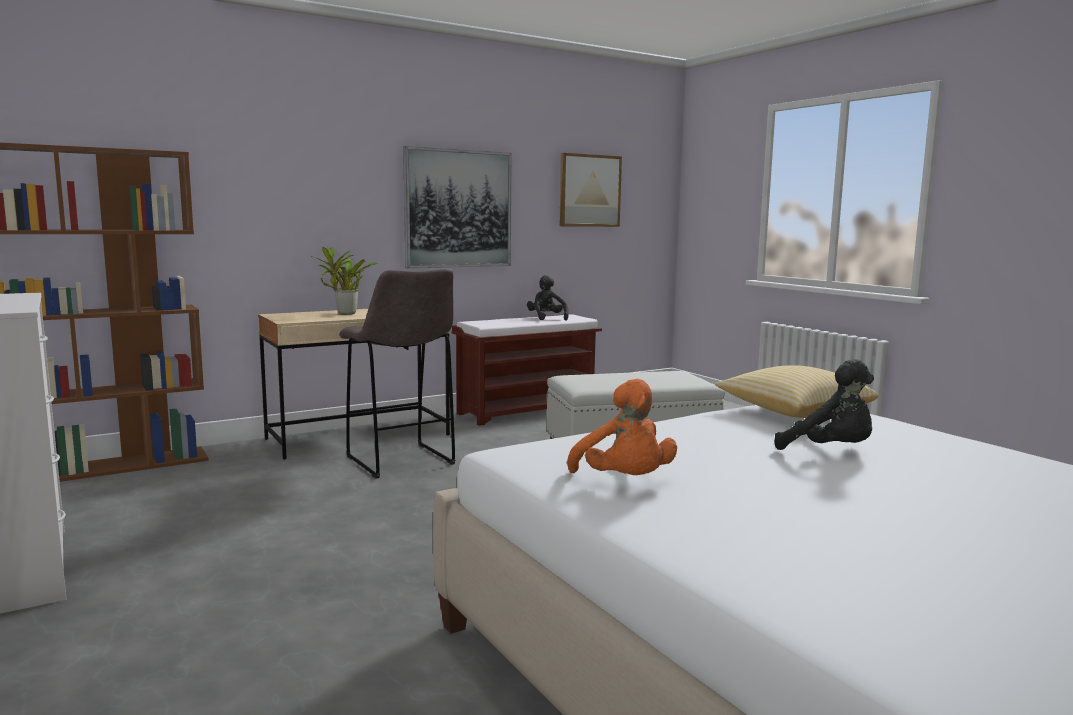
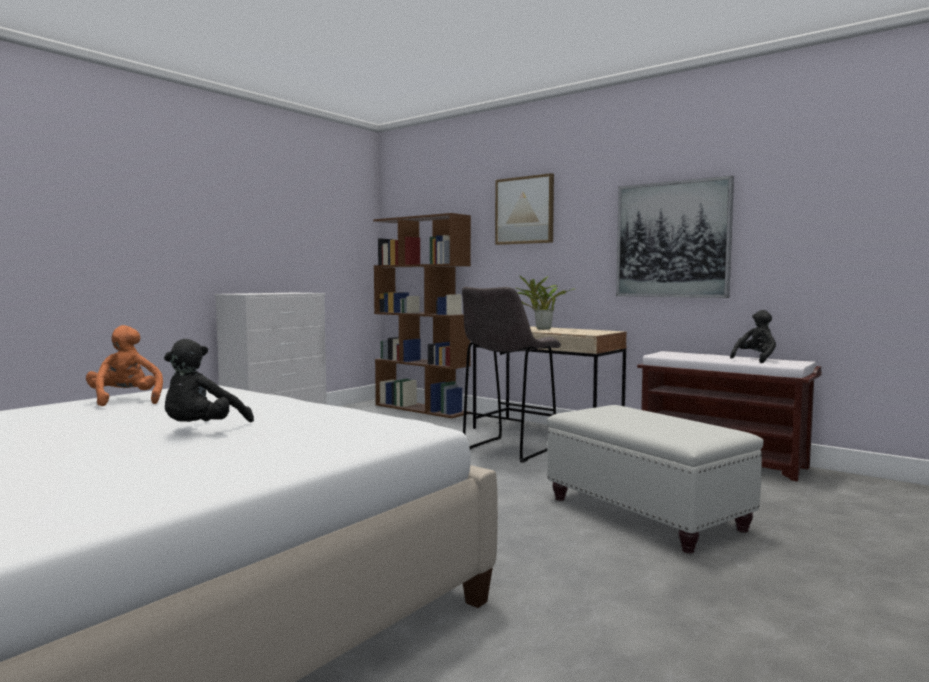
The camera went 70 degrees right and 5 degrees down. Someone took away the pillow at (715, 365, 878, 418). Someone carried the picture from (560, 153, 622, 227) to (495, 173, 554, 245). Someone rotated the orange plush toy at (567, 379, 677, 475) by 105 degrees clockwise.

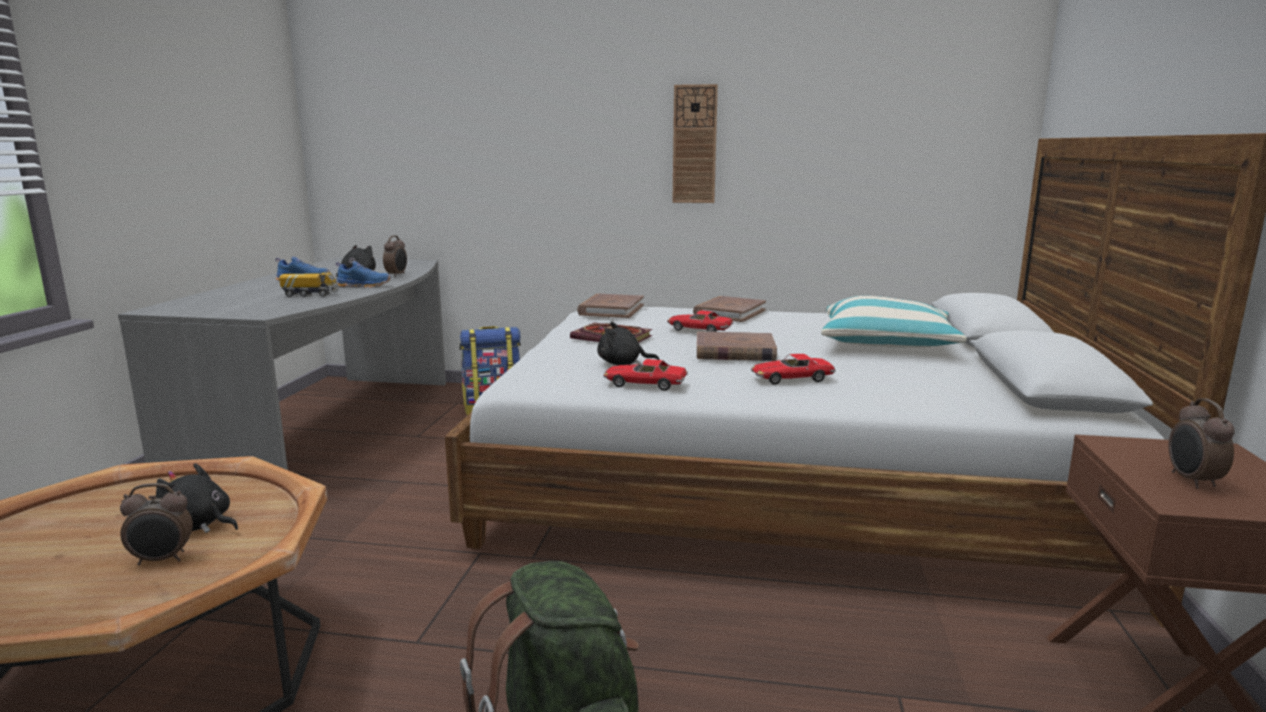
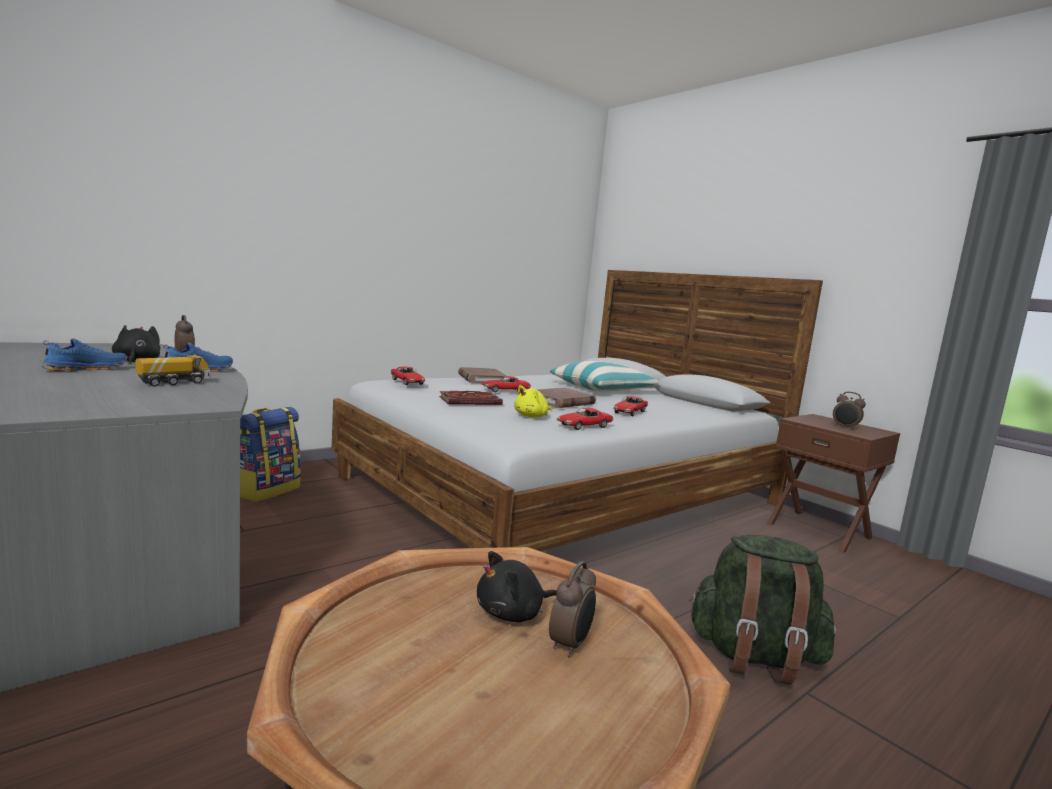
The camera went 50 degrees left and 5 degrees down. Someone took away the wall clock at (672, 84, 718, 203). Someone swapped the brown book at (577, 294, 644, 318) for the toy car at (390, 367, 425, 385). Someone repainted the black plush toy at (597, 322, 660, 365), which became the yellow plush toy at (514, 385, 552, 418).

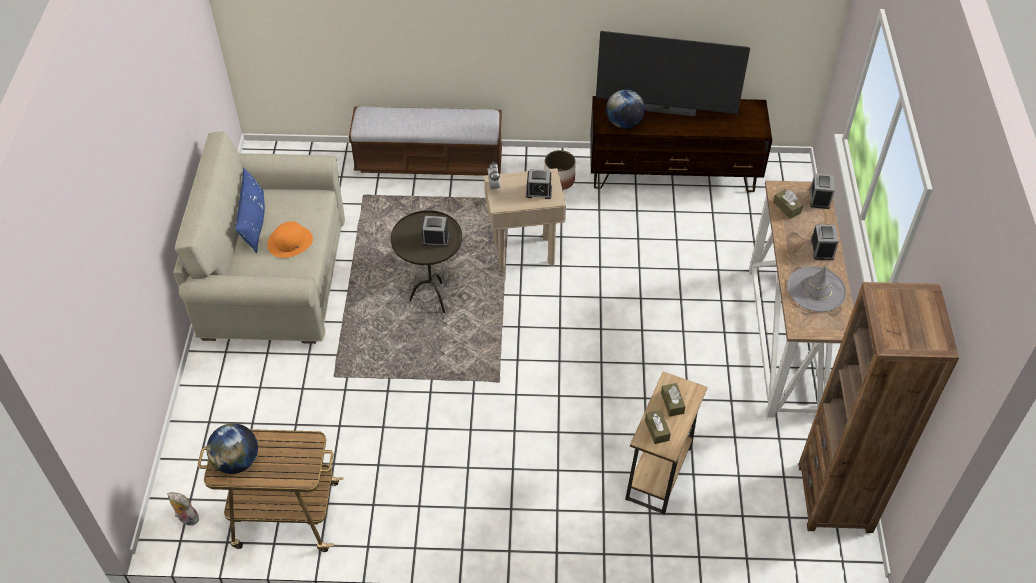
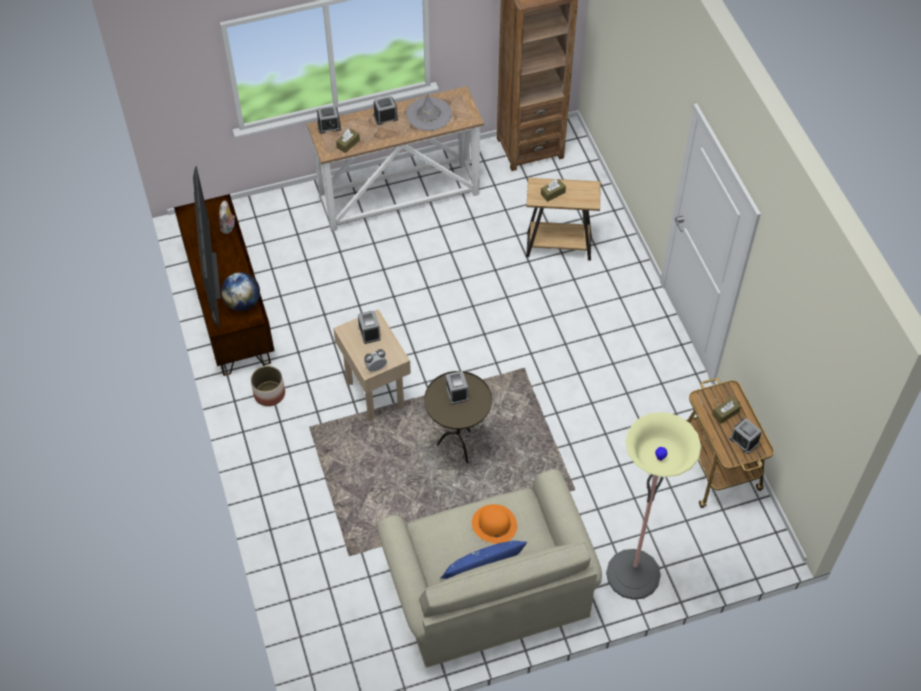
The camera went 110 degrees left and 5 degrees up. Someone took away the bench at (349, 106, 502, 176). Someone put down the floor lamp at (606, 412, 701, 600). Someone carried the plush toy from (167, 492, 199, 526) to (219, 201, 235, 234). Someone carried the brown tissue box from (645, 410, 671, 444) to (712, 397, 741, 424). Someone swapped the globe at (207, 423, 258, 474) for the alarm clock at (729, 418, 762, 454).

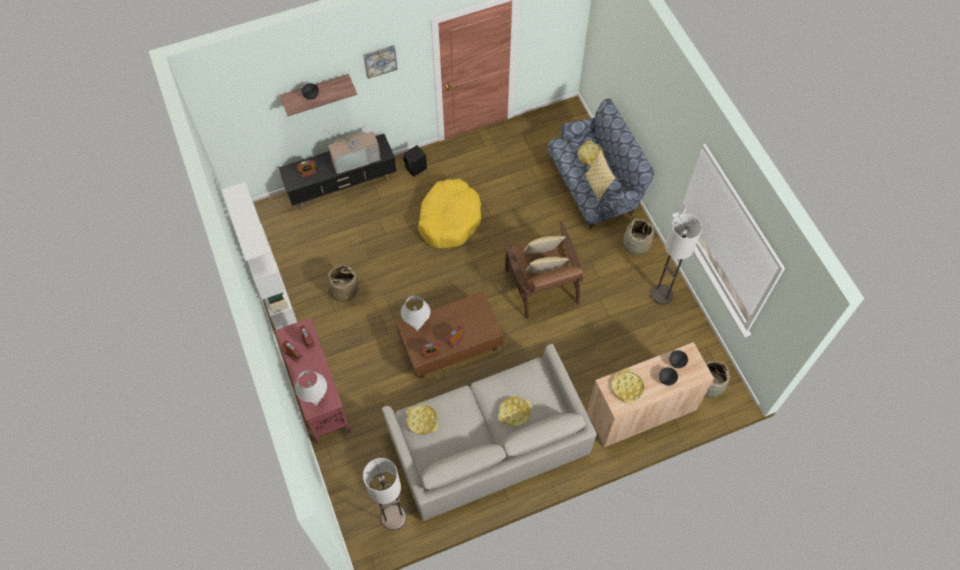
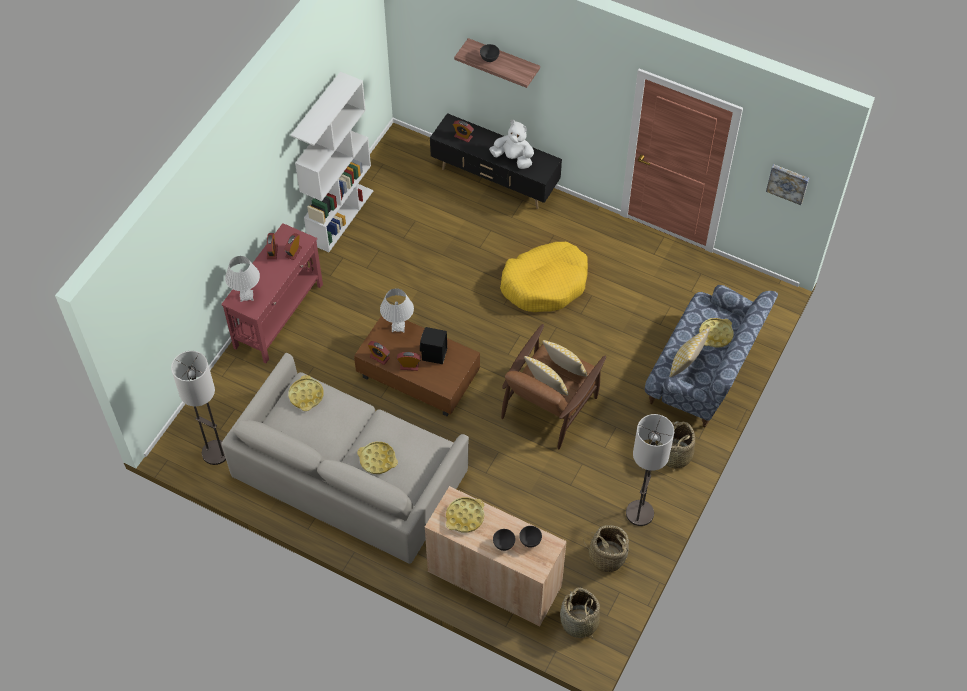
The camera went 50 degrees right and 5 degrees down. Someone carried the basket from (321, 264, 360, 302) to (583, 525, 629, 572). Someone carried the picture from (363, 45, 398, 79) to (766, 164, 809, 205). Someone carried the black speaker from (403, 145, 427, 177) to (420, 327, 447, 364). Someone swapped the television at (328, 125, 381, 174) for the white plush toy at (489, 120, 534, 169).

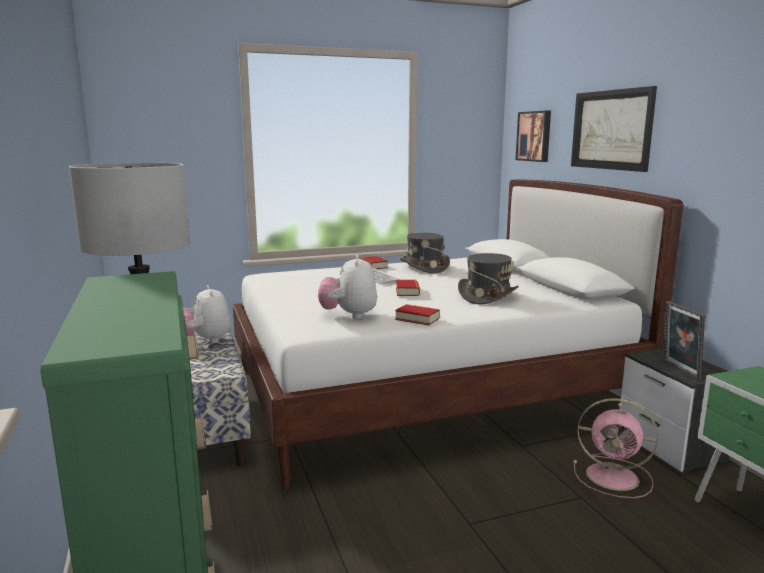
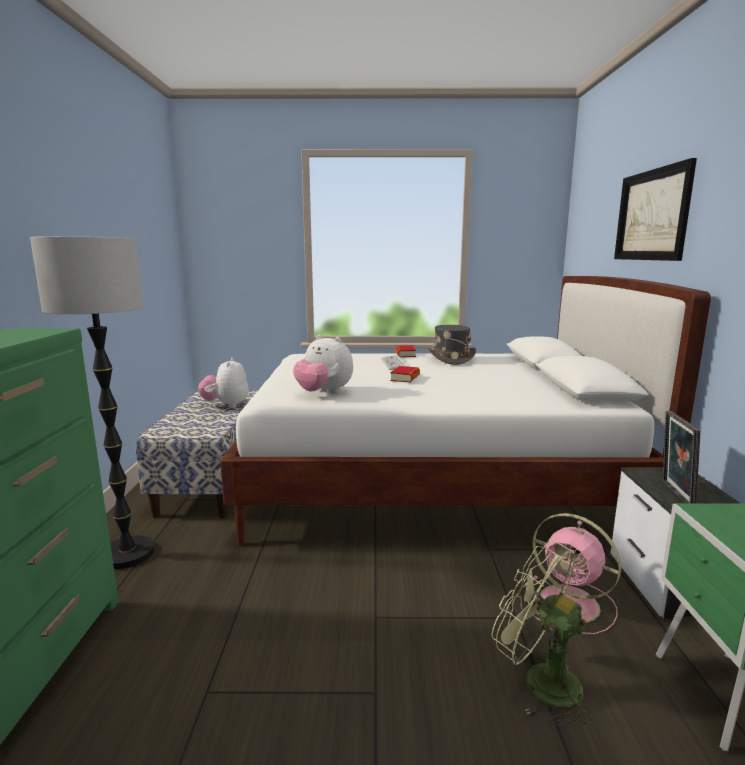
The camera went 20 degrees right and 0 degrees up. Someone took away the book at (395, 304, 440, 325). Someone took away the grey hat at (458, 253, 519, 305). Someone took away the picture at (516, 111, 551, 162). Someone put down the green fan at (492, 540, 594, 727). Someone rotated the plush toy at (318, 255, 377, 319) by 75 degrees counterclockwise.

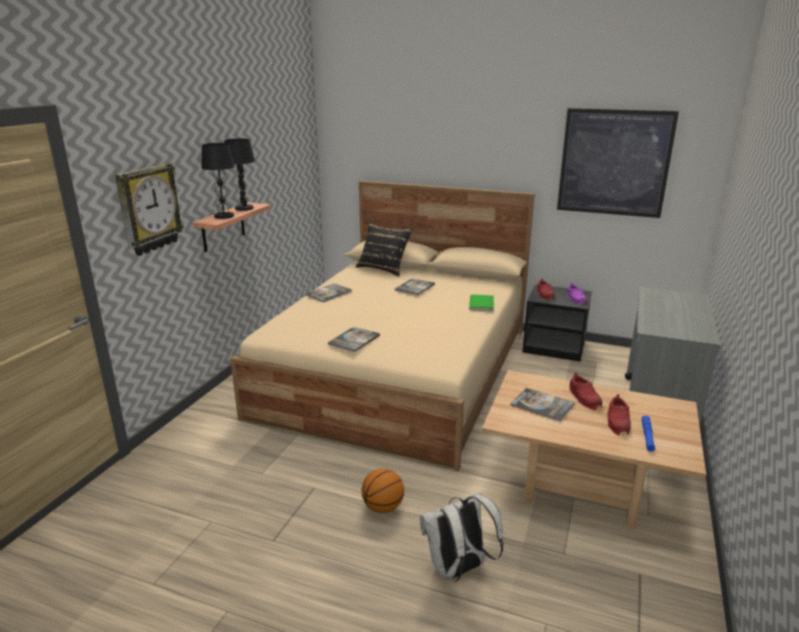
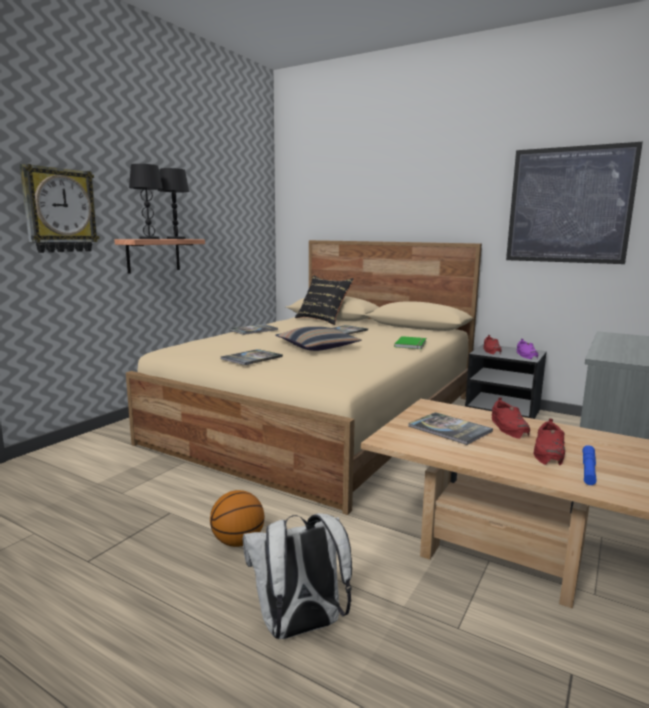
The camera went 10 degrees right and 10 degrees down. Someone put down the pillow at (275, 326, 362, 351).

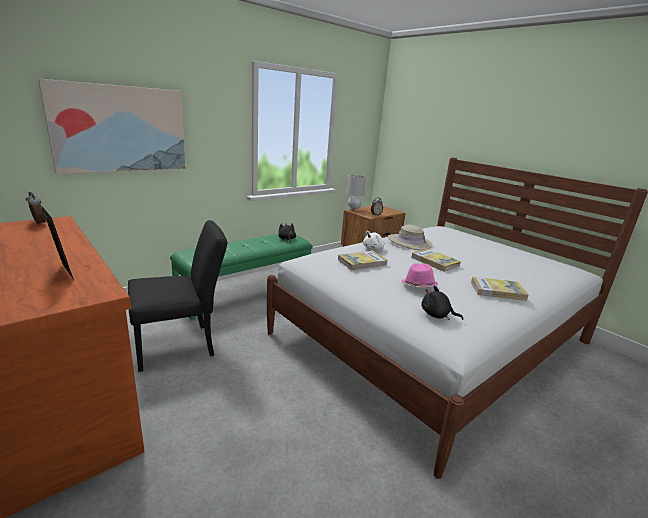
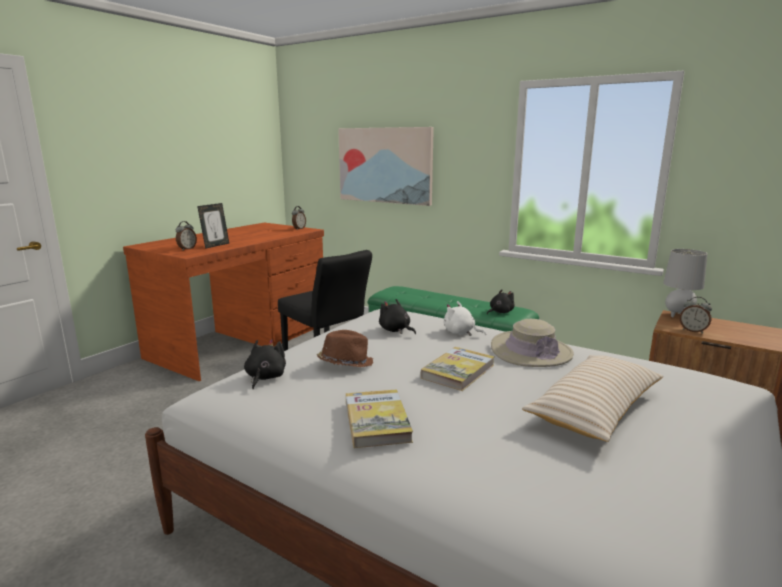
The camera went 75 degrees right and 5 degrees down. Someone put down the alarm clock at (176, 221, 197, 250). Someone put down the beige pillow at (522, 355, 663, 442). Someone swapped the book at (338, 251, 388, 271) for the black plush toy at (379, 299, 416, 334). Someone repainted the pink hat at (402, 264, 438, 288), which became the brown hat at (317, 330, 373, 367).

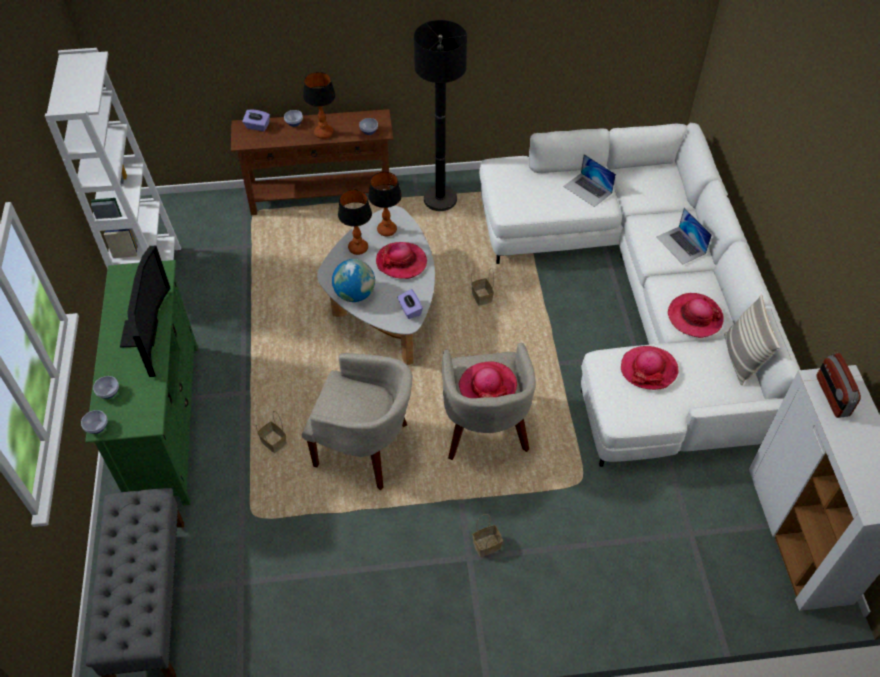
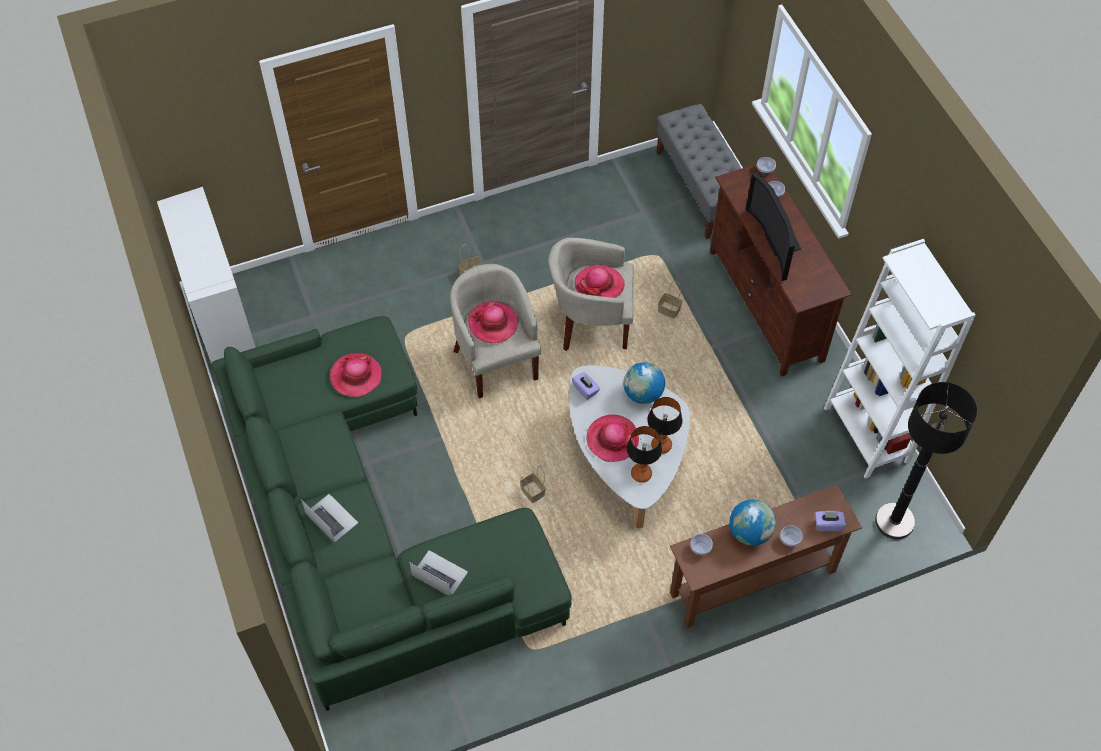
The camera went 165 degrees right and 5 degrees up. Someone took away the pillow at (724, 295, 780, 385). Someone took away the radio at (816, 353, 861, 418). Someone carried the black floor lamp from (414, 20, 467, 211) to (875, 382, 977, 539). Someone carried the hat from (668, 293, 724, 338) to (575, 265, 625, 298). Someone swapped the table lamp at (303, 72, 336, 139) for the globe at (730, 499, 776, 546). Someone repainted the green tv stand at (85, 260, 198, 506), which became the brown tv stand at (710, 164, 852, 377). Someone repainted the white sofa at (479, 123, 800, 467), which became the green sofa at (211, 316, 572, 711).

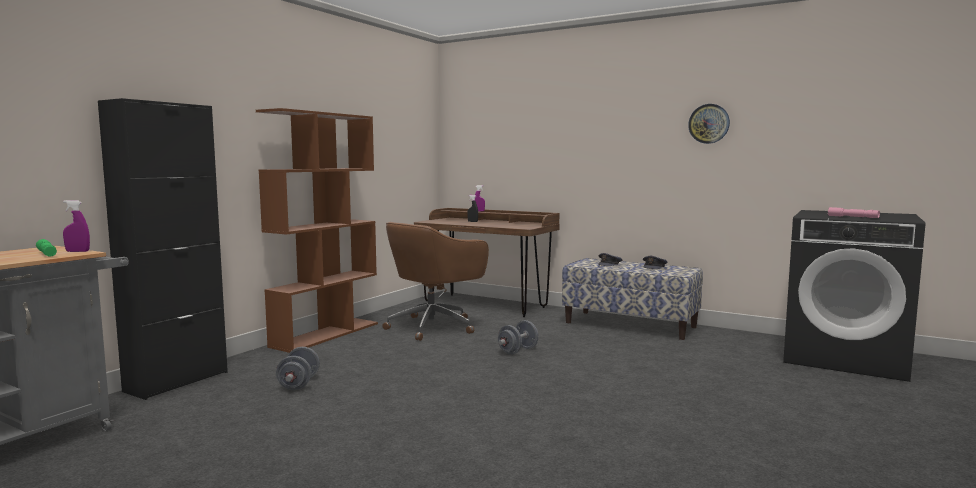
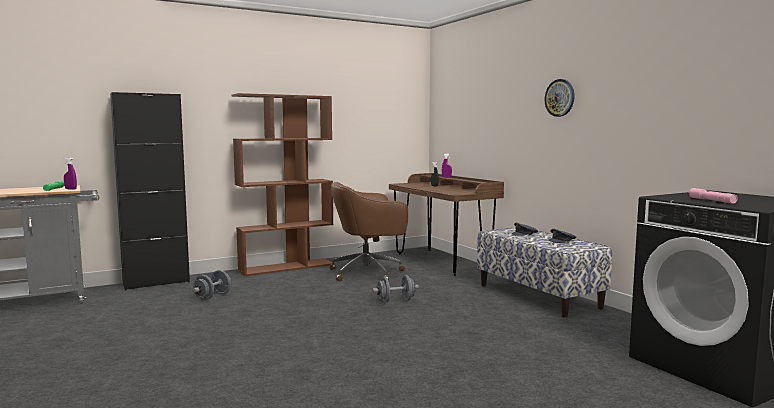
The camera went 30 degrees right and 0 degrees up. Someone carried the wall clock from (688, 104, 730, 144) to (545, 79, 575, 117).

